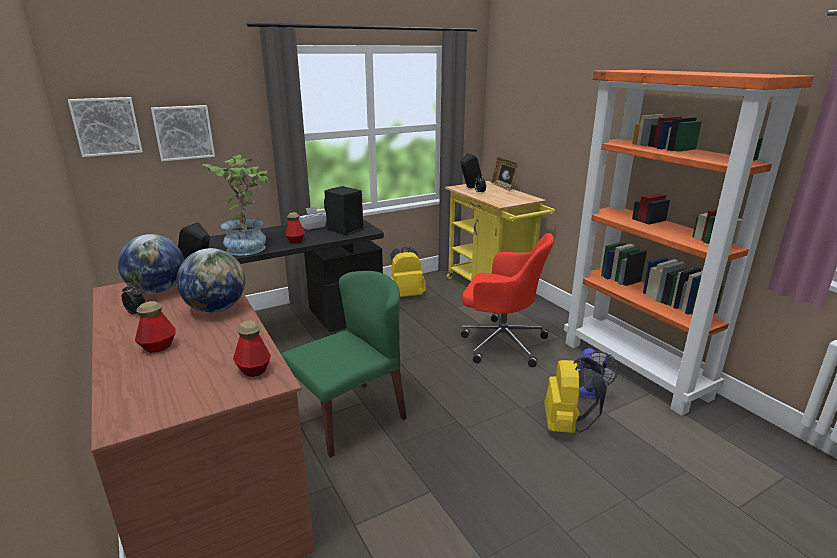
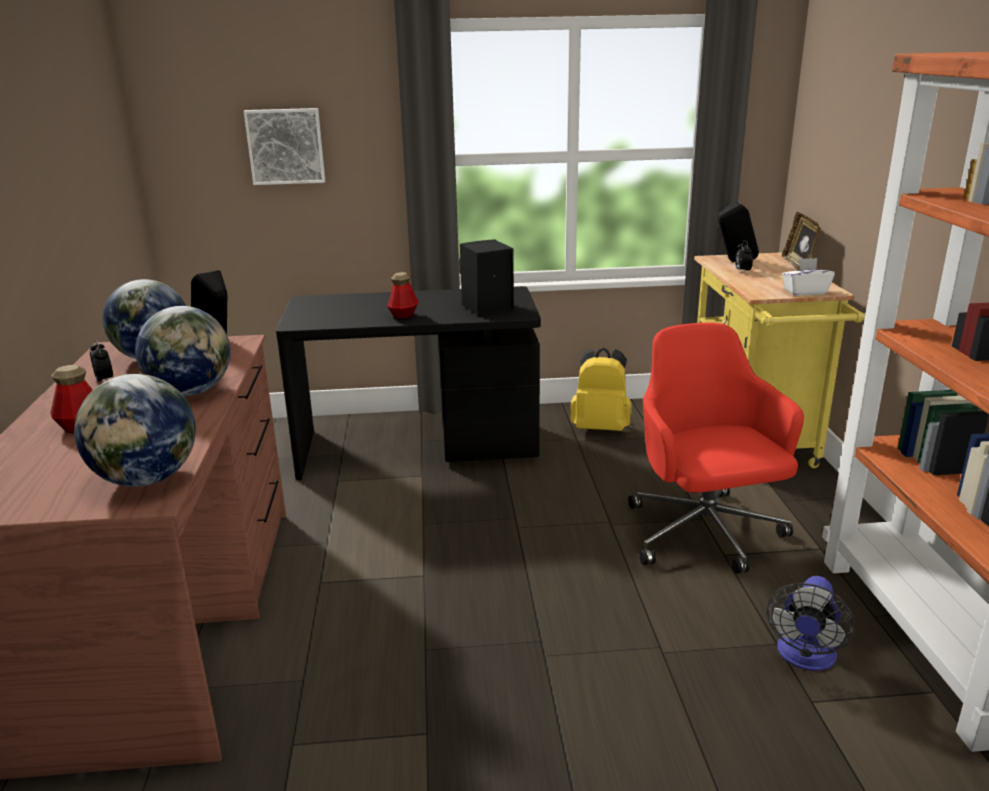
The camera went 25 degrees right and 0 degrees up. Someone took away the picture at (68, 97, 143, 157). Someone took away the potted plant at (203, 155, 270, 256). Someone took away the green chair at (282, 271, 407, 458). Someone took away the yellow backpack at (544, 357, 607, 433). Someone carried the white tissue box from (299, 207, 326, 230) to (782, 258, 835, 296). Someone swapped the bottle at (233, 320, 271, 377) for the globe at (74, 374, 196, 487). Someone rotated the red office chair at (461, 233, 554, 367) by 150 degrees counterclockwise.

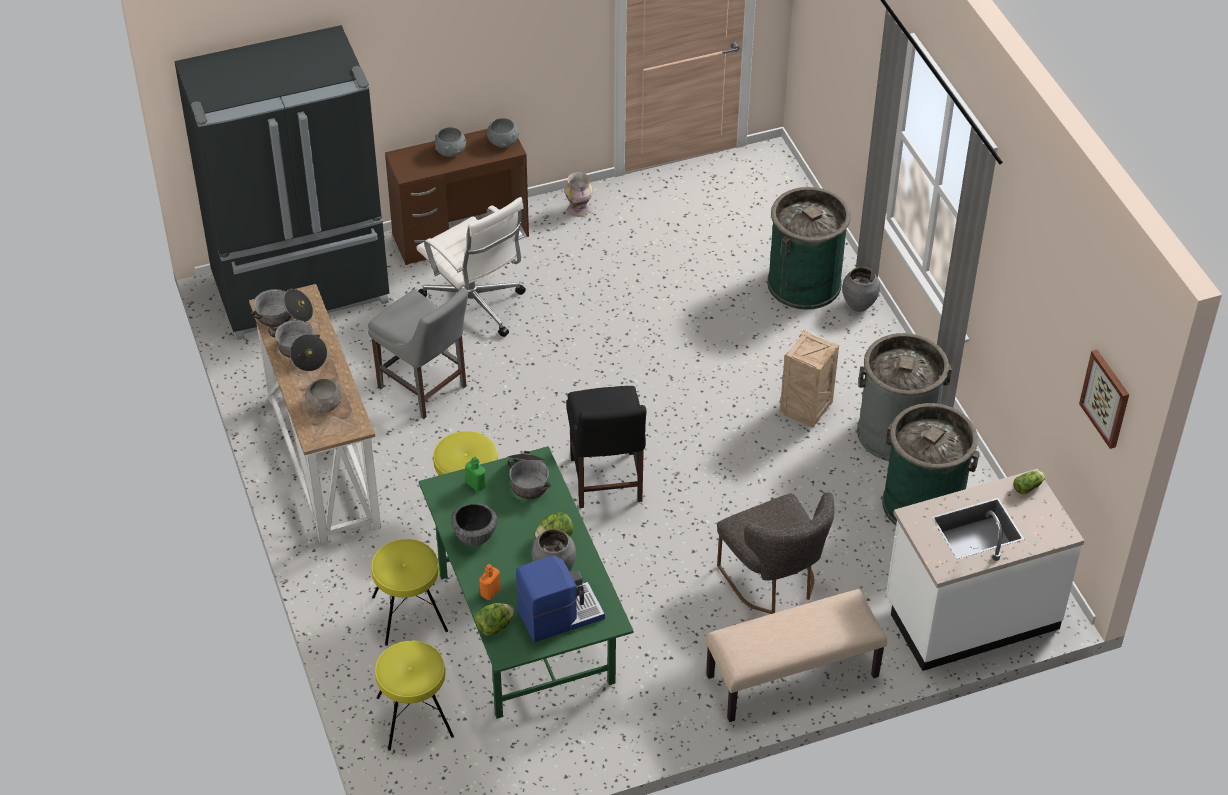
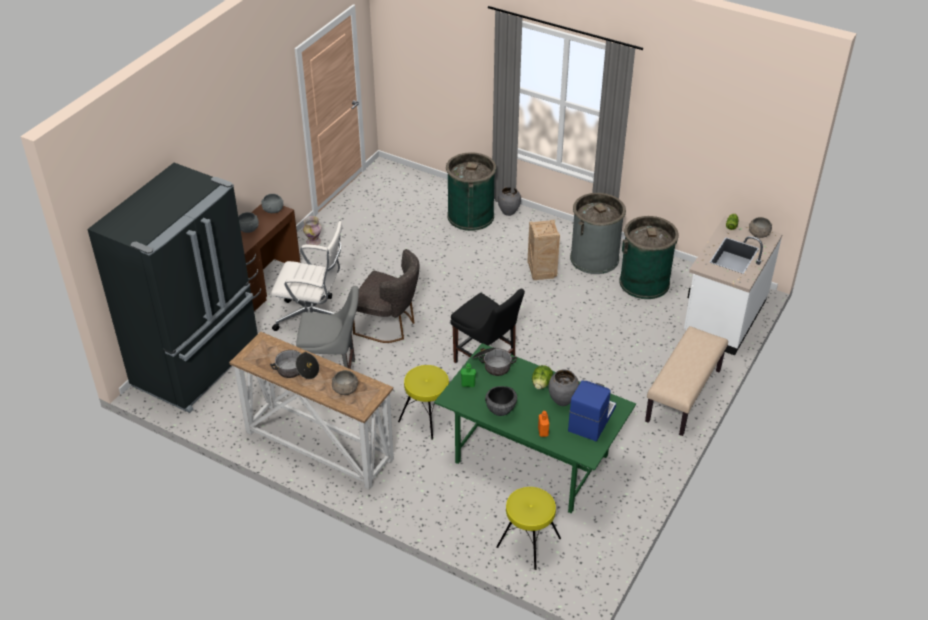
The camera went 40 degrees left and 5 degrees down. Someone took away the cooking pot at (250, 288, 313, 327). Someone took away the yellow stool at (371, 539, 448, 646). Someone took away the lettuce at (475, 603, 514, 636). Someone took away the picture at (1079, 350, 1129, 449). Someone put down the grey bowl at (749, 217, 772, 238). Someone carried the grey chair from (717, 492, 834, 614) to (353, 249, 420, 343).

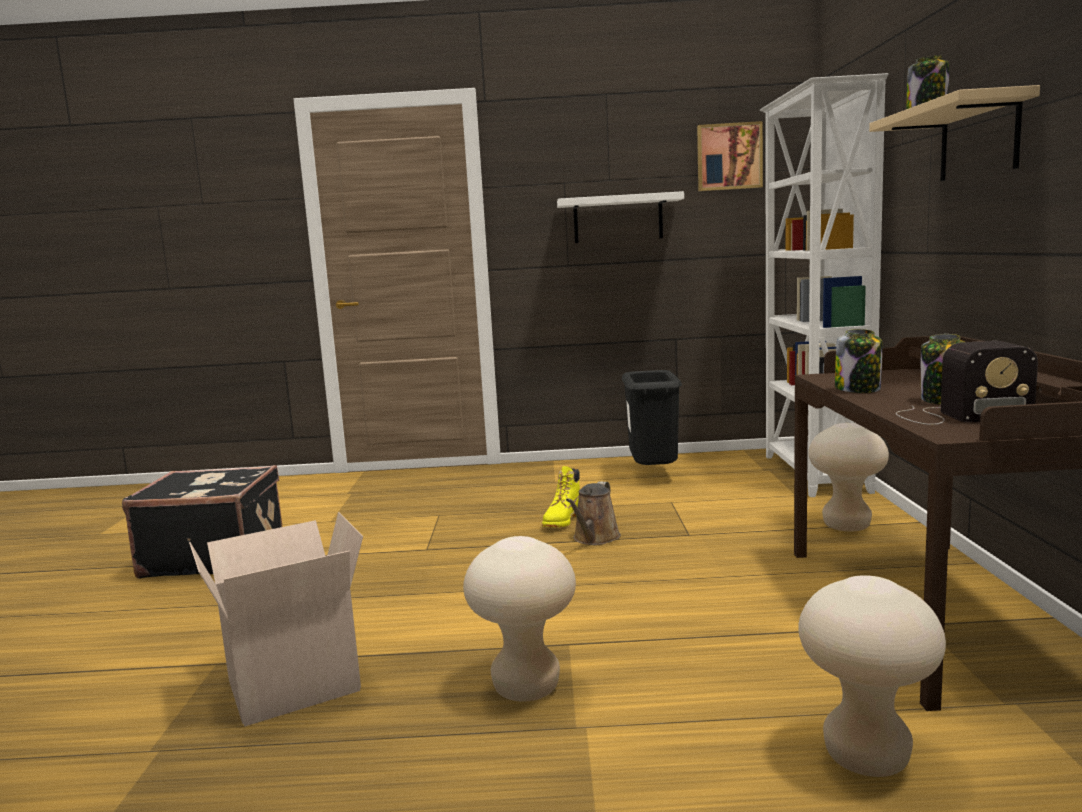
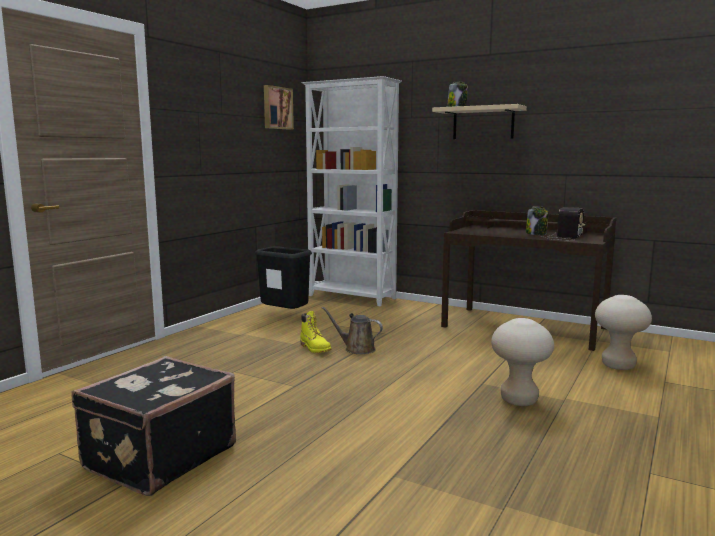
The camera went 60 degrees left and 0 degrees up. Someone took away the cardboard box at (189, 512, 363, 727). Someone took away the white shelf at (557, 191, 684, 243). Someone took away the beige stool at (808, 423, 889, 532). Someone took away the jar at (835, 329, 883, 393). Someone rotated the brown watering can at (566, 481, 621, 545) by 150 degrees clockwise.

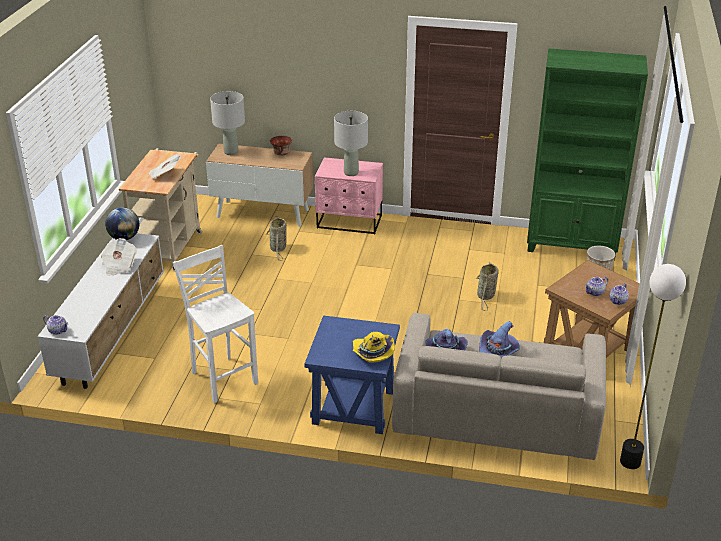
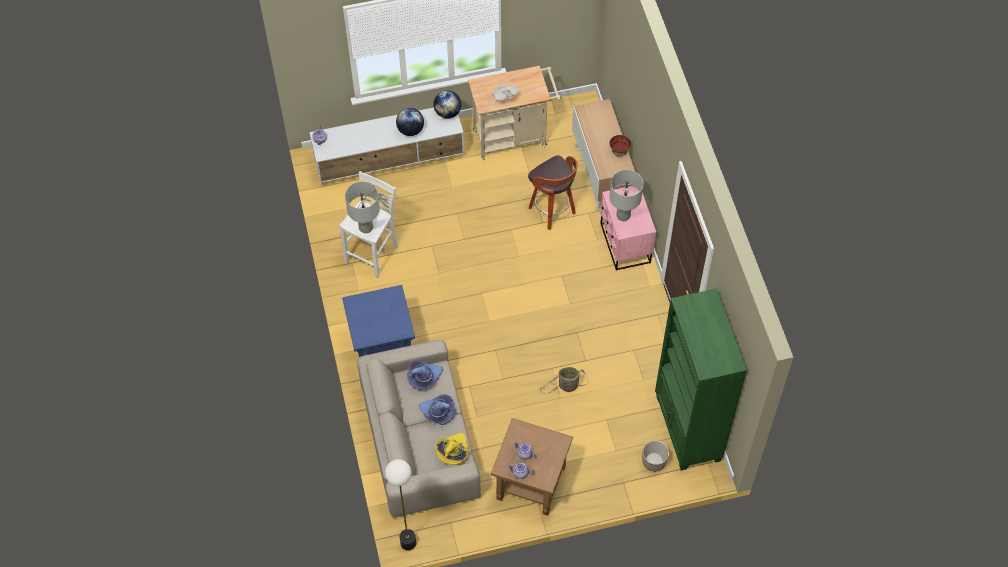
The camera went 65 degrees right and 25 degrees up. Someone carried the grey table lamp from (210, 91, 245, 155) to (345, 181, 380, 233). Someone carried the yellow hat from (353, 332, 395, 363) to (435, 433, 469, 465). Someone swapped the newspaper at (101, 238, 137, 276) for the globe at (396, 108, 424, 136). Someone swapped the basket at (265, 216, 287, 261) for the stool at (528, 155, 577, 230).

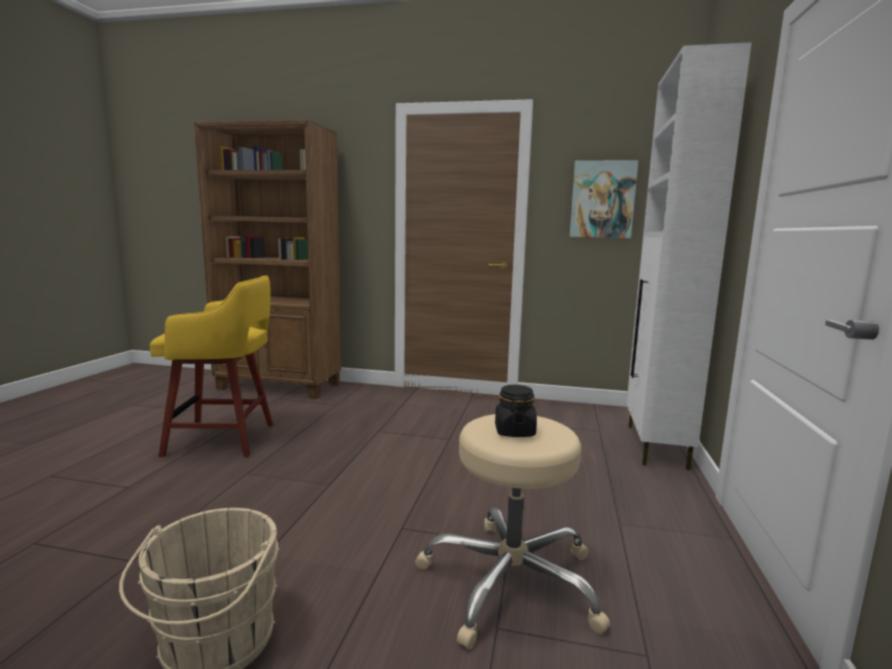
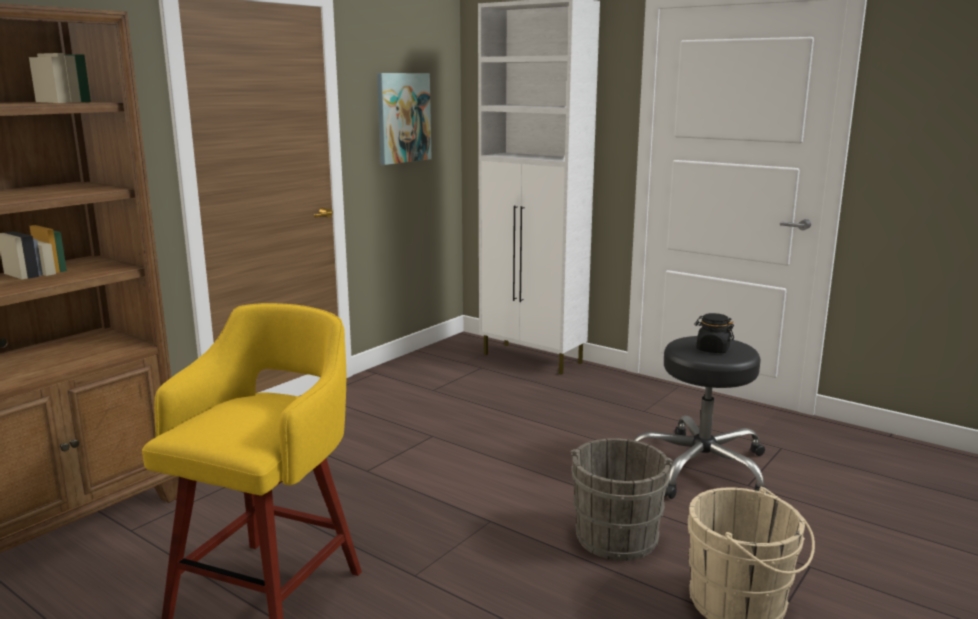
The camera went 65 degrees left and 5 degrees up. Someone put down the grey bucket at (570, 438, 673, 561). Someone repainted the beige stool at (415, 414, 610, 649), which became the black stool at (634, 336, 769, 499).

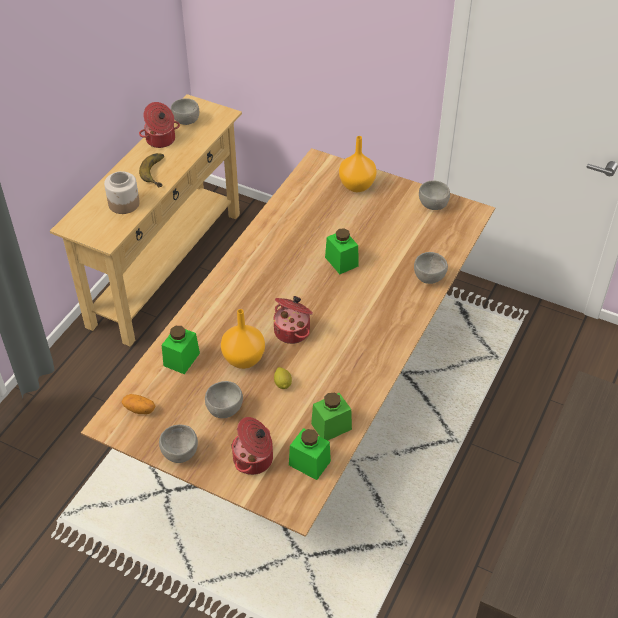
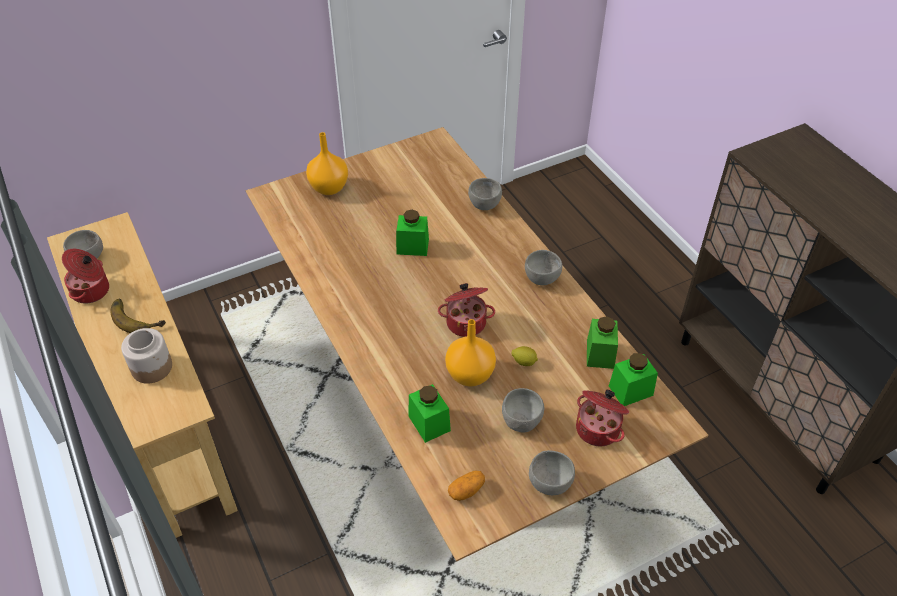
The camera went 55 degrees left and 0 degrees up. Someone carried the grey bowl from (419, 180, 450, 210) to (525, 250, 562, 285).

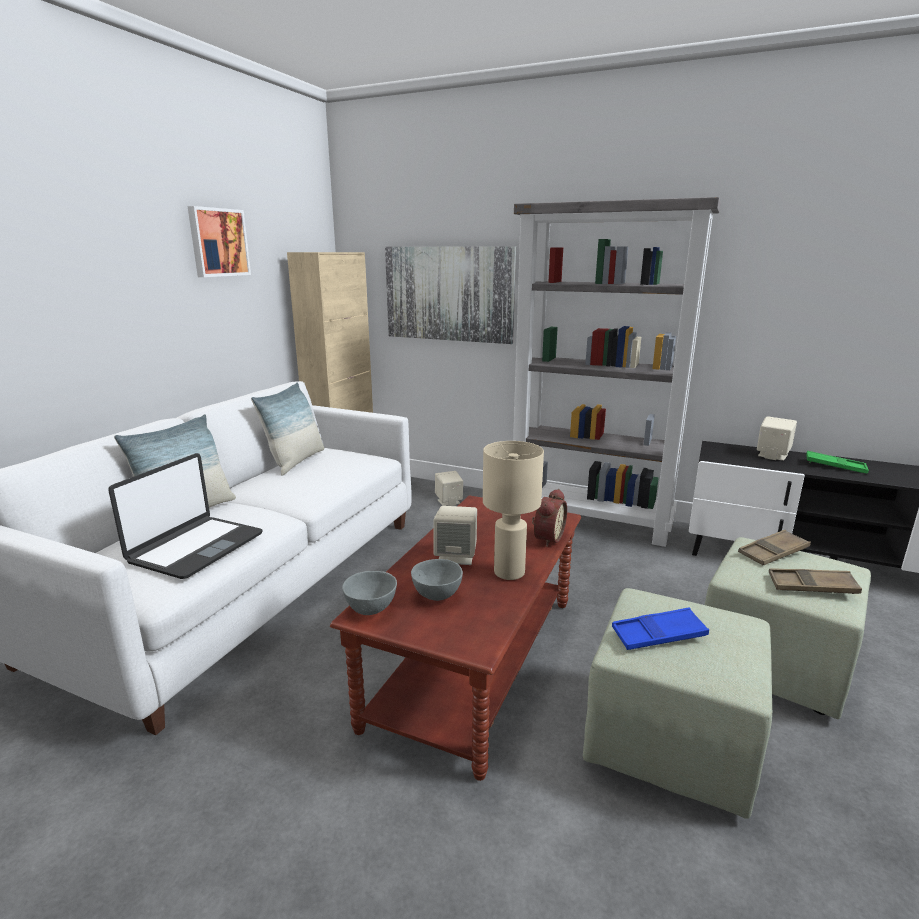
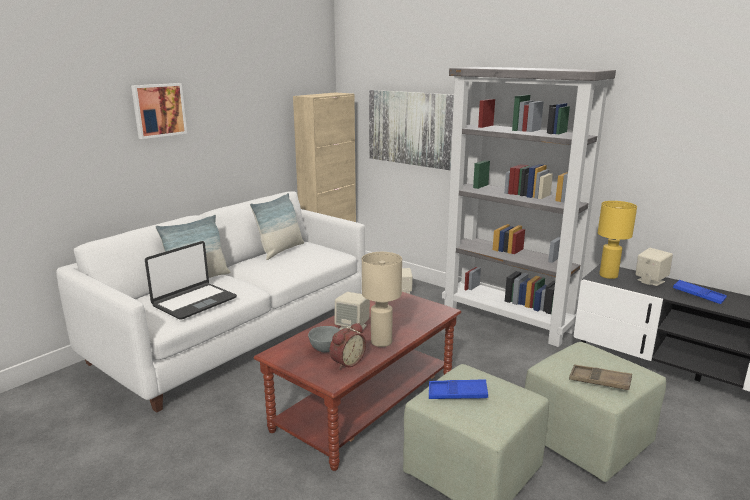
The camera went 15 degrees right and 0 degrees up. Someone took away the grey bowl at (342, 571, 397, 615). Someone took away the brown tray at (738, 530, 811, 565). Someone put down the yellow table lamp at (598, 201, 637, 279). Someone carried the picture from (188, 206, 251, 277) to (131, 83, 187, 139). Someone carried the alarm clock from (532, 489, 567, 547) to (329, 323, 366, 370). Someone repainted the green tray at (806, 451, 869, 474), which became the blue tray at (673, 280, 727, 304).

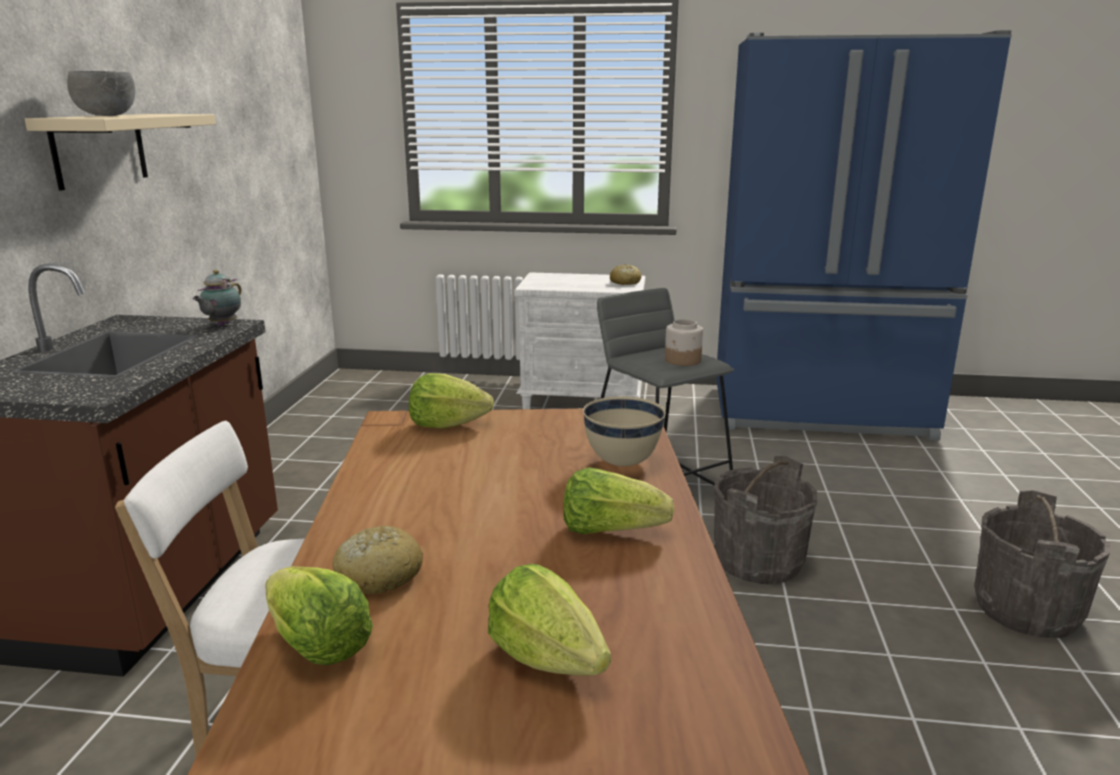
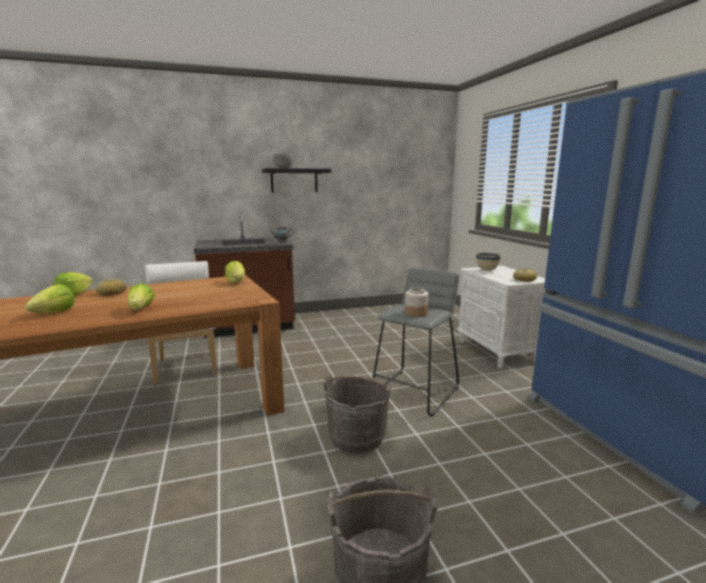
The camera went 65 degrees right and 5 degrees down. Someone carried the beige bowl from (583, 396, 665, 466) to (476, 252, 501, 271). Someone repainted the beige shelf at (25, 114, 216, 191), which became the black shelf at (262, 168, 331, 193).

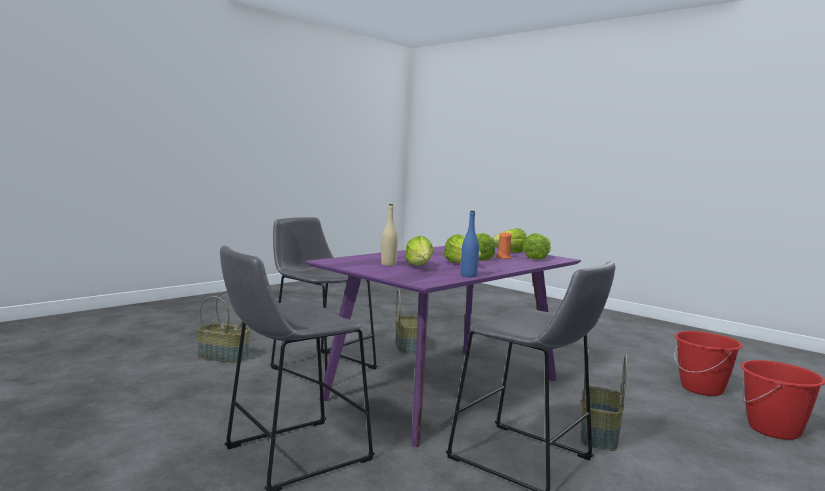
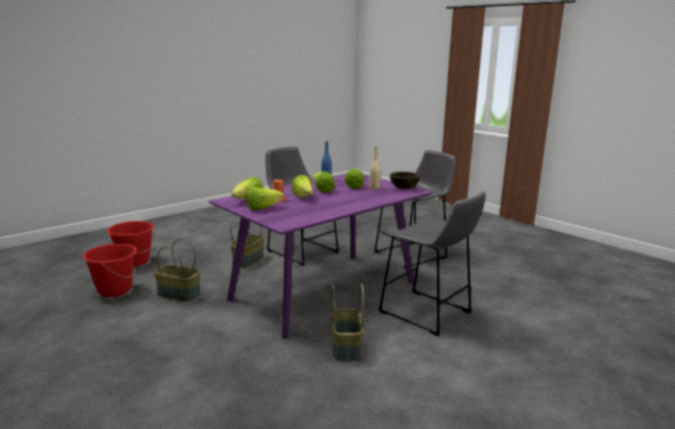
The camera went 175 degrees left and 10 degrees up. Someone put down the brown bowl at (390, 172, 420, 189). Someone carried the basket from (196, 291, 251, 363) to (154, 239, 200, 302).

